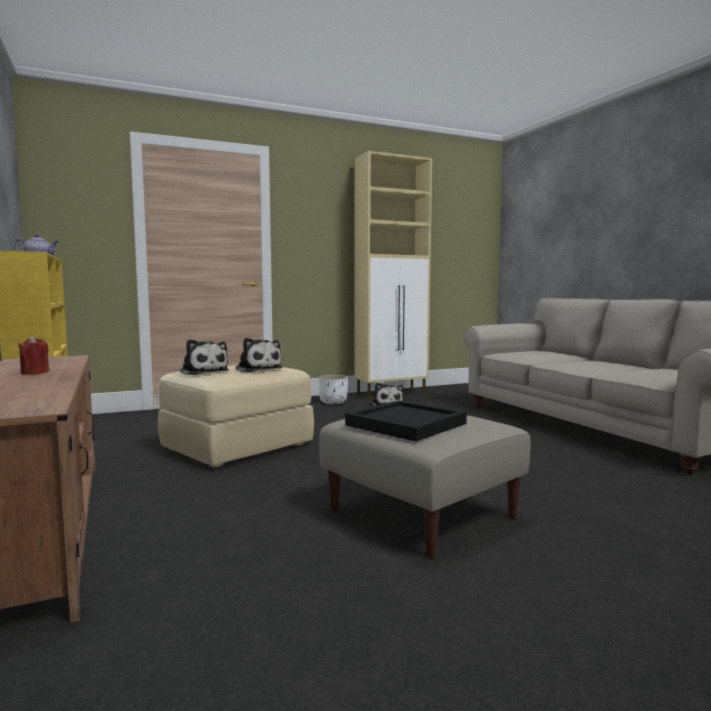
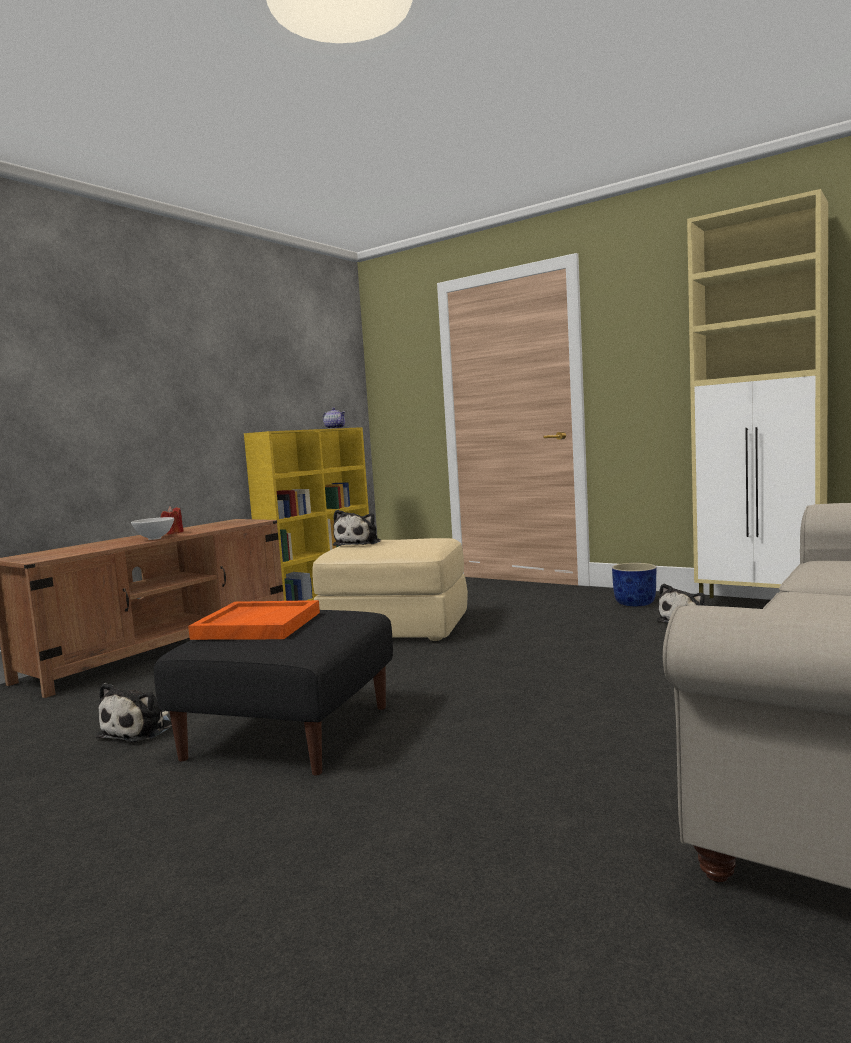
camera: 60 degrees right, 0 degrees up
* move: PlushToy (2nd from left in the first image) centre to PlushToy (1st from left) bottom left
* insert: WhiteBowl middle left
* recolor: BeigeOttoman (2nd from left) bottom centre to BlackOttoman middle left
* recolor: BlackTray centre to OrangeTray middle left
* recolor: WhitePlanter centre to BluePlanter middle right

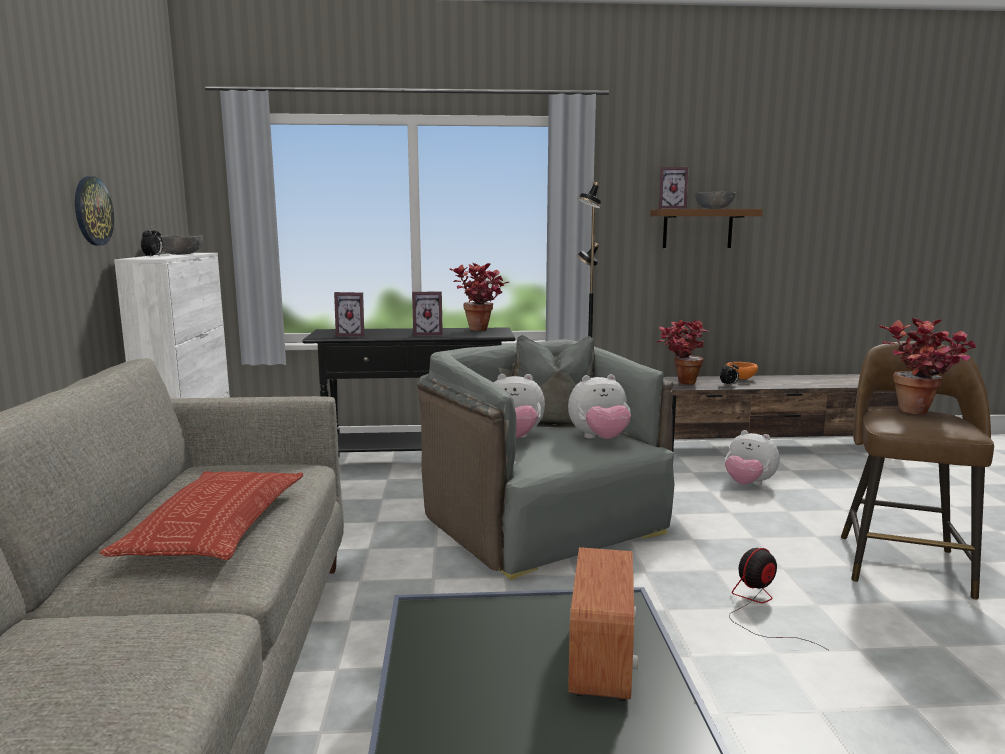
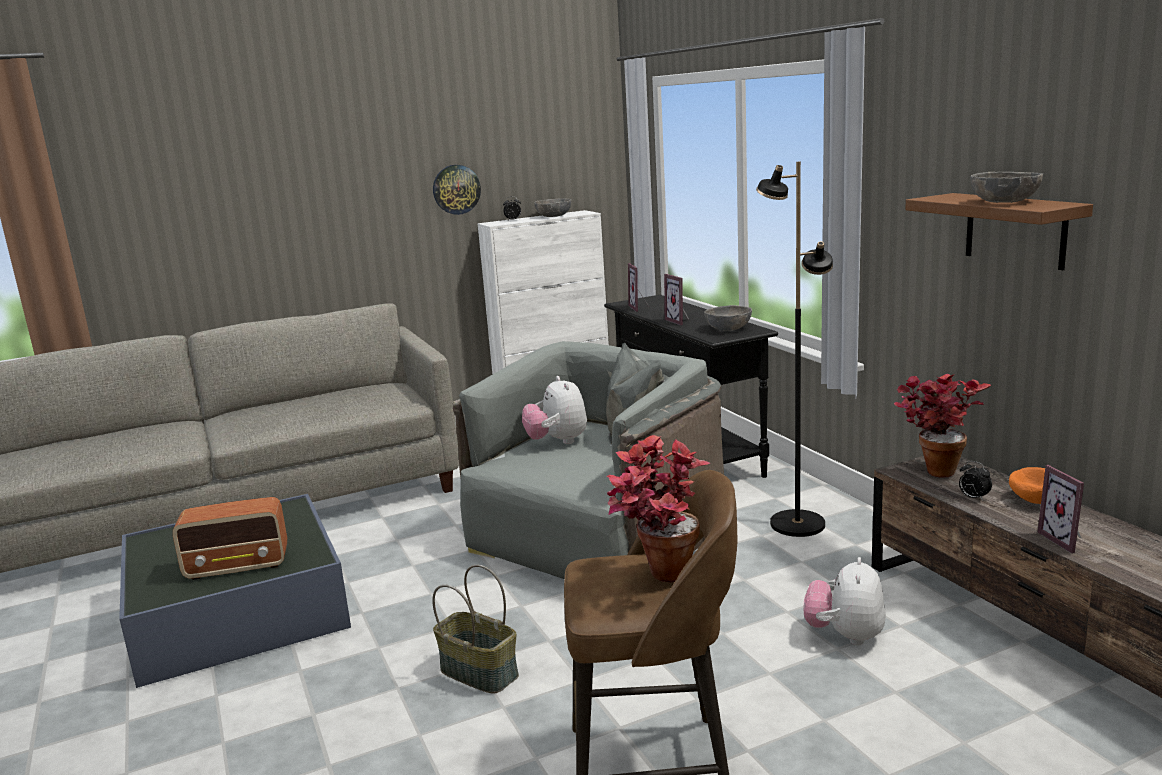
camera: 70 degrees right, 5 degrees up
* replace: Fan bottom right to Basket bottom centre
* replace: PottedPlant (1st from left) centre to GreyBowl (2nd from left) centre
* move: PictureFrame (3rd from left) top right to middle right
* delete: Pillow bottom left
* delete: PlushToy (2nd from left) centre

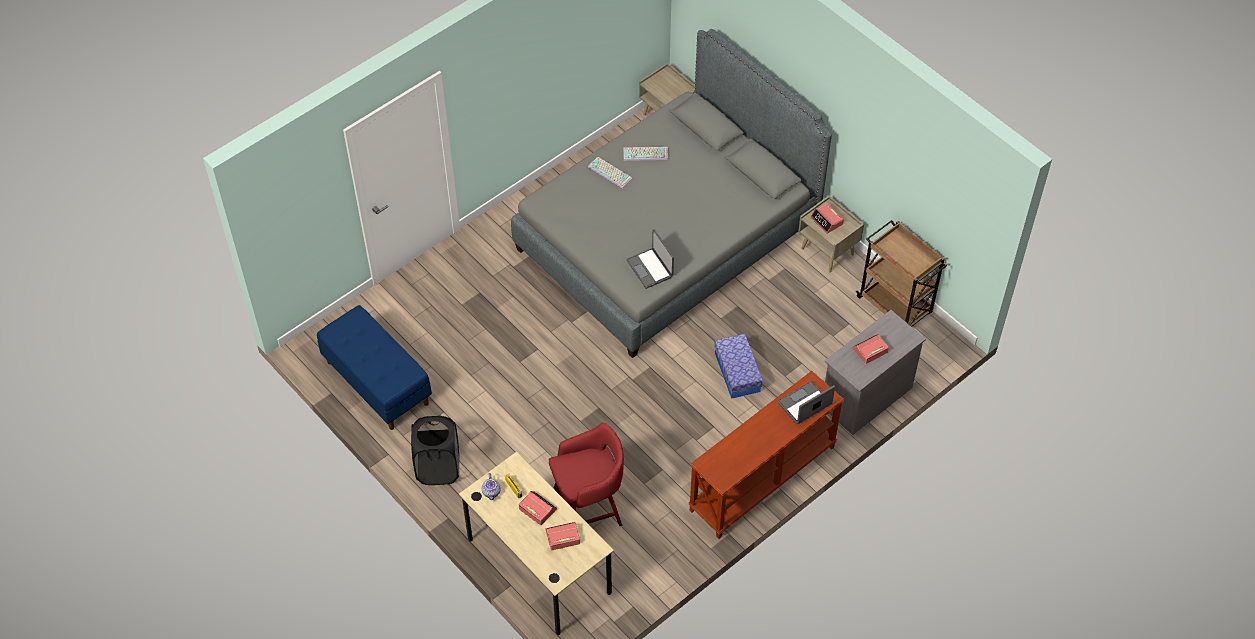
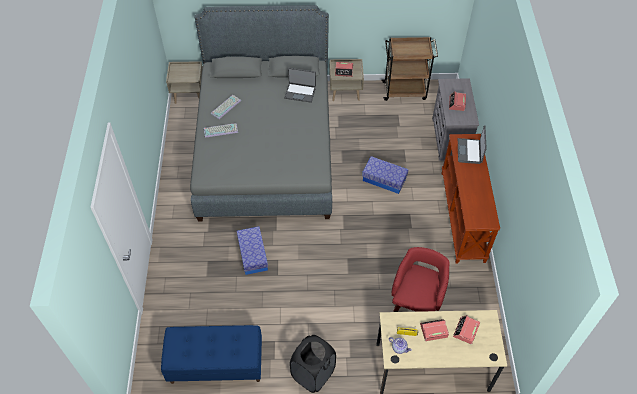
camera: 50 degrees left, 0 degrees up
* insert: StorageBox (1st from left) centre
* move: Laptop (1st from left) centre to top centre

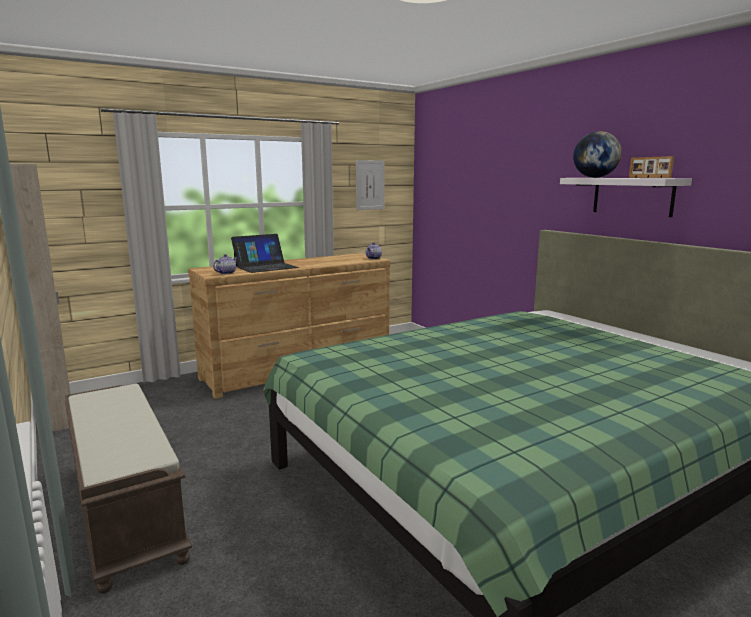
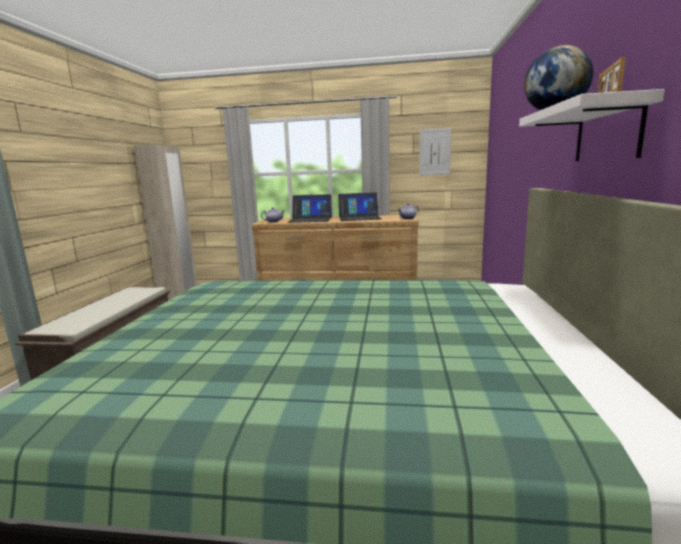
camera: 40 degrees right, 0 degrees up
* insert: Laptop (2nd from left) centre

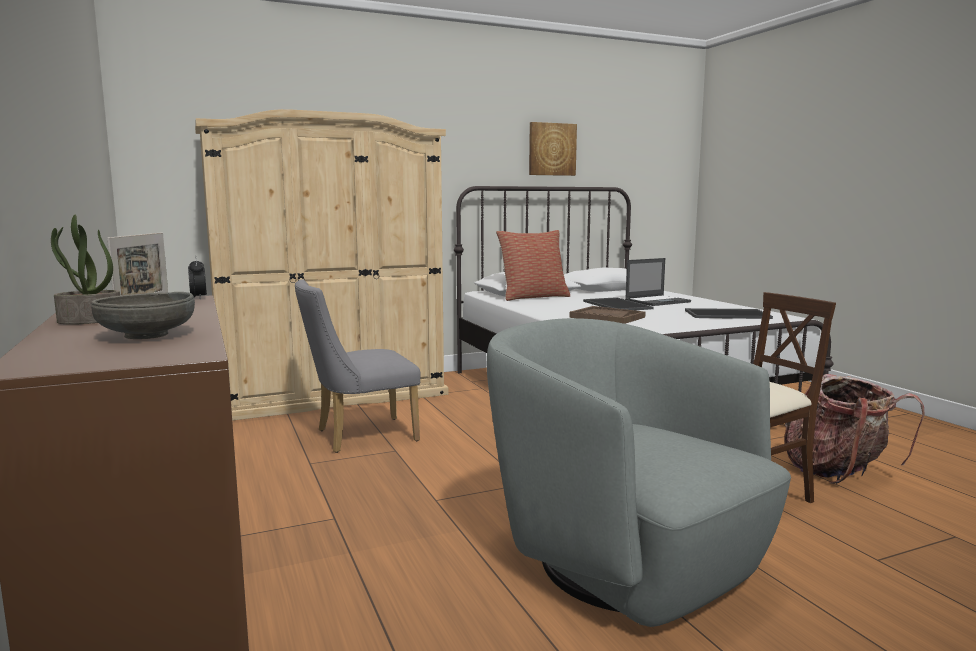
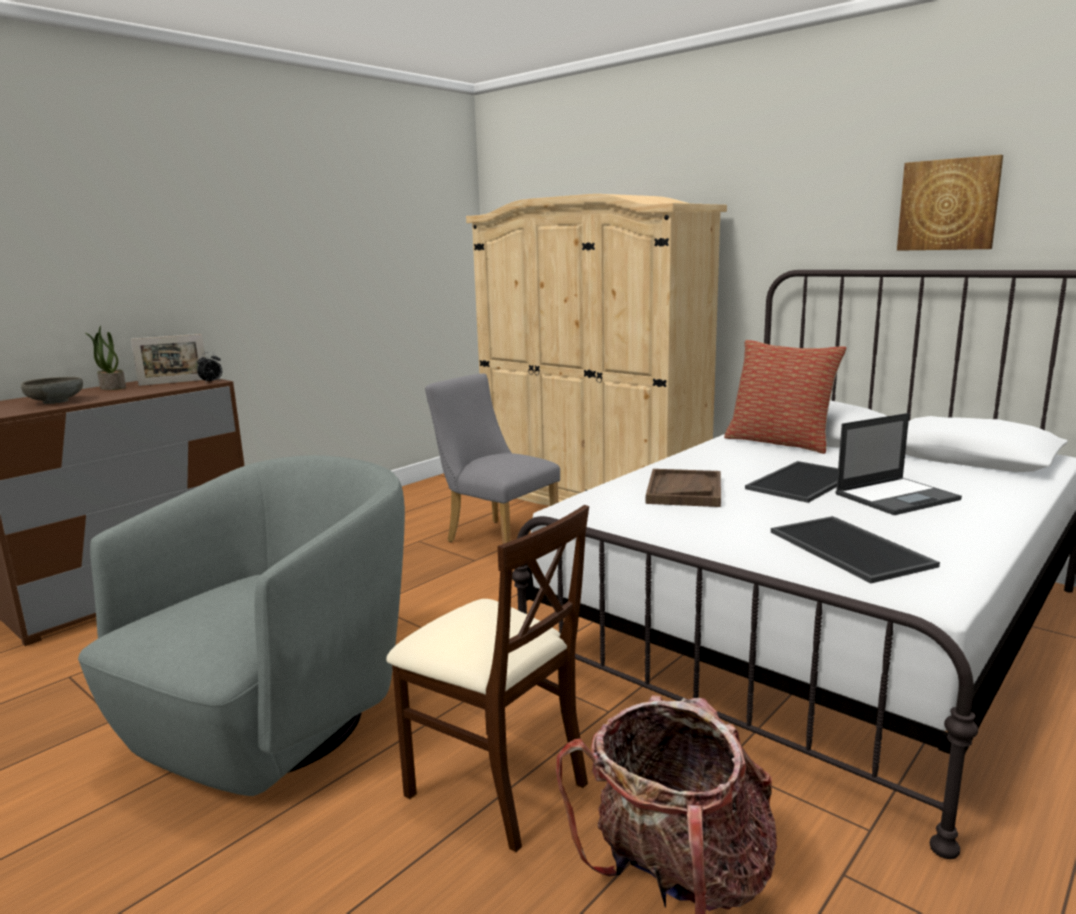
camera: 65 degrees right, 5 degrees up
* rotate: Laptop middle right = middle right 60 degrees counterclockwise

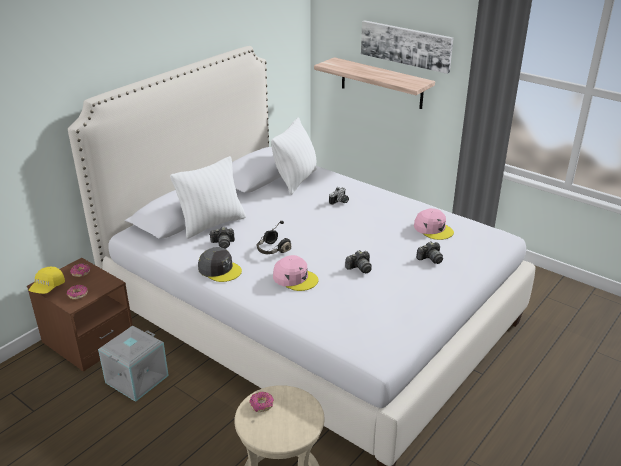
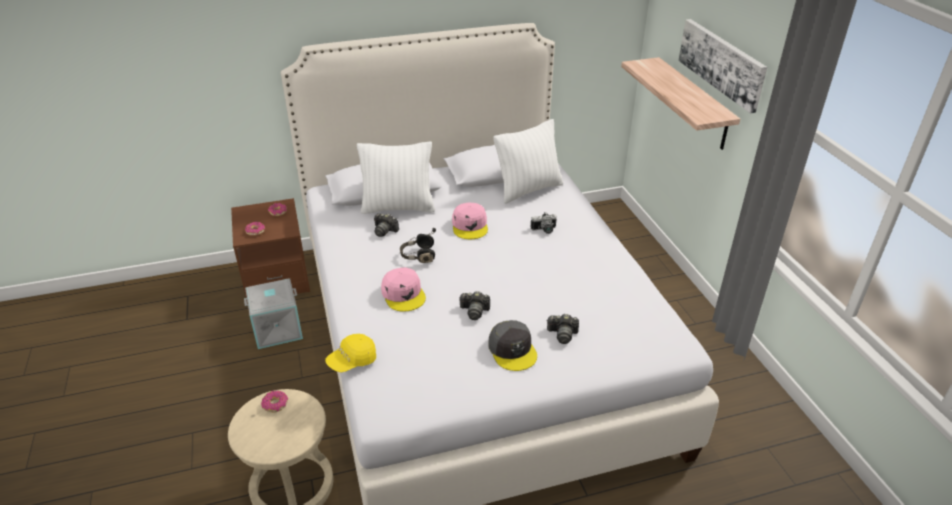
camera: 35 degrees right, 5 degrees up
* move: YellowCap middle left to bottom centre
* move: PinkCap (2nd from left) middle right to centre
* move: GreyCap centre to bottom centre

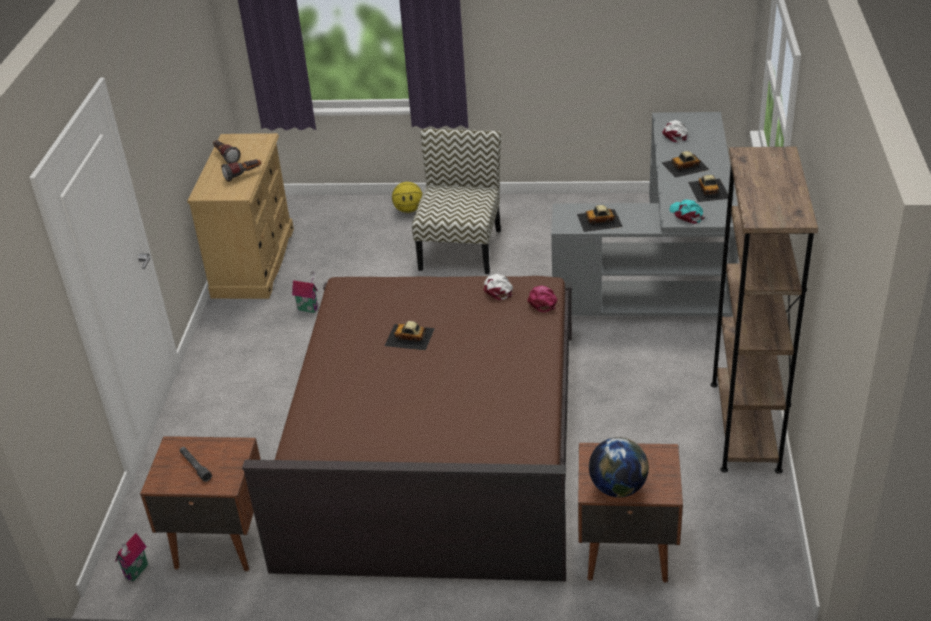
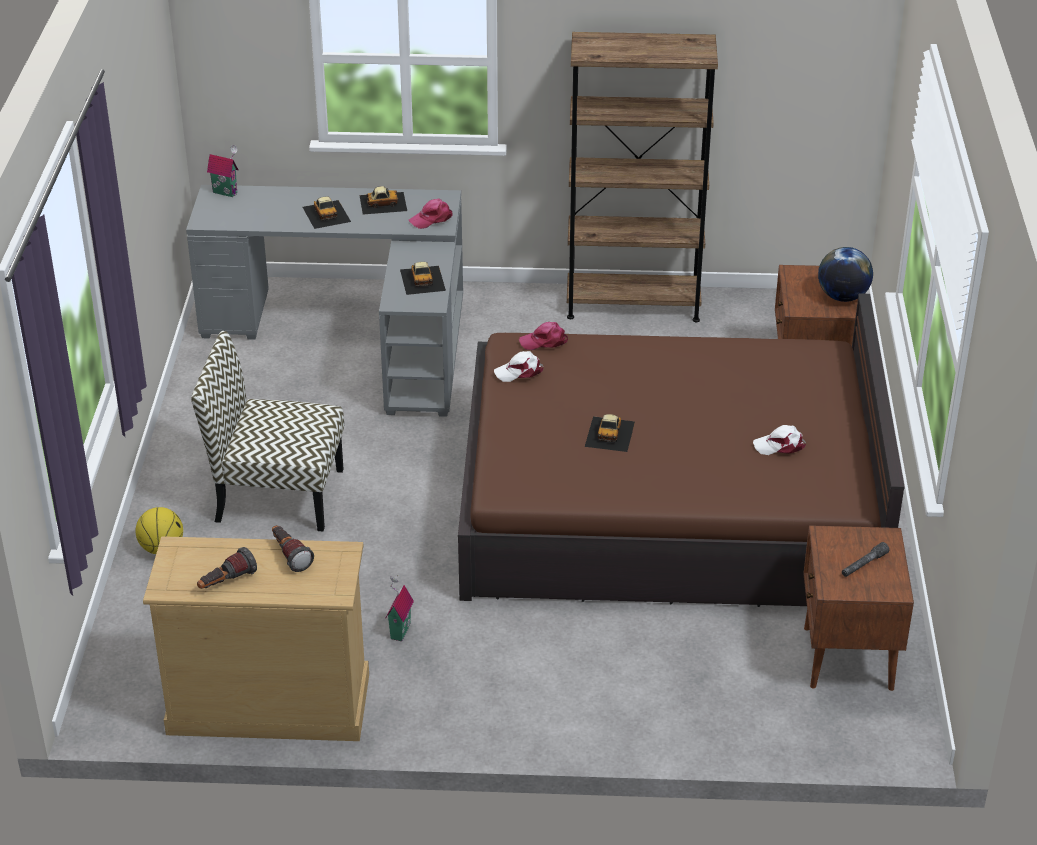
camera: 95 degrees left, 0 degrees up
* move: ToyHouse (1st from left) bottom left to top left
* recolor: TurquoiseCap middle right to PinkCap (1st from left) top centre
* move: WhiteCap (2nd from left) top right to middle right

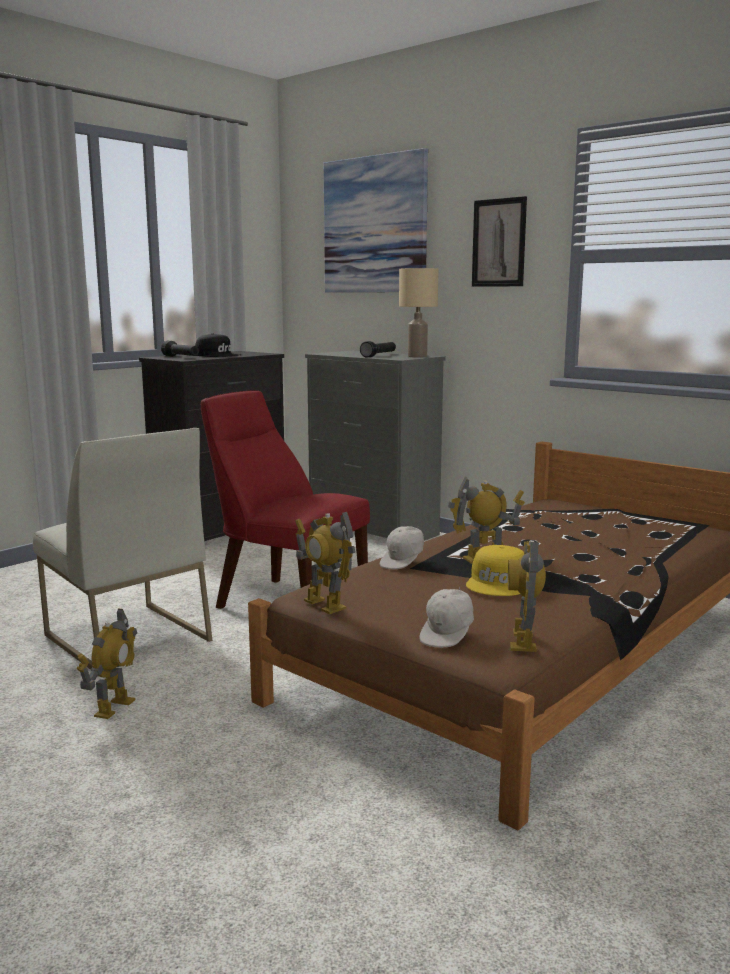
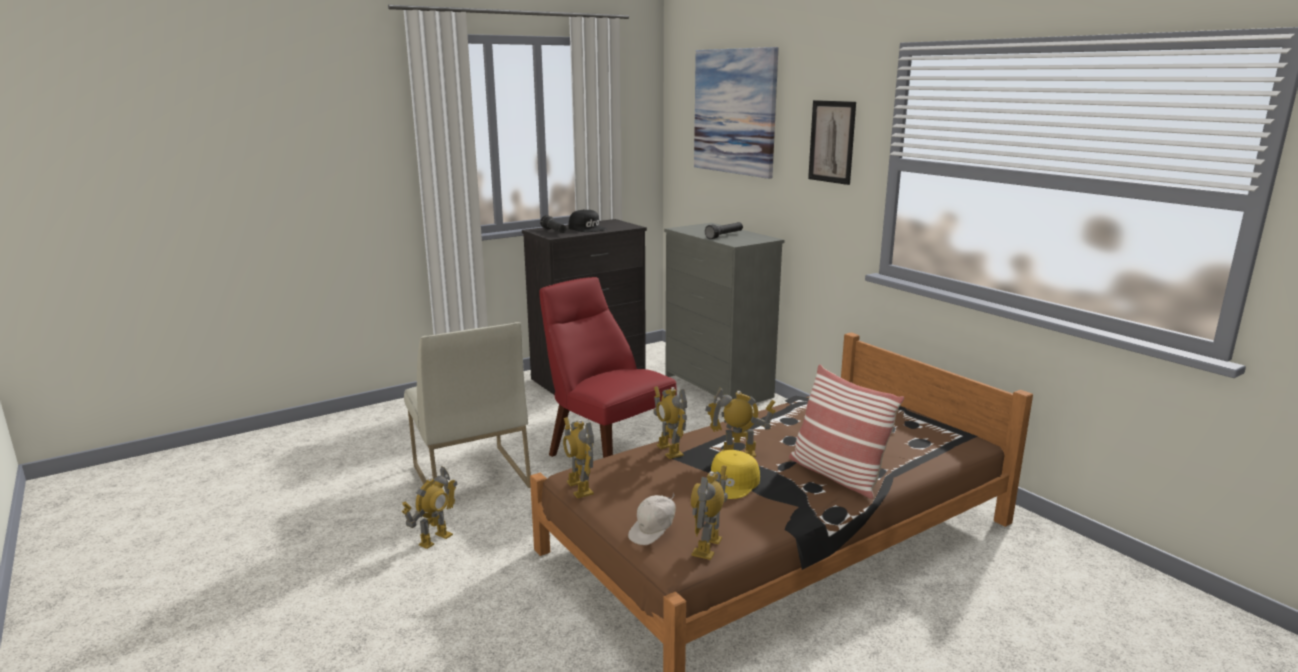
camera: 15 degrees right, 5 degrees up
* replace: WhiteCap (1st from left) centre to ToyRobot (3rd from left) centre
* insert: Pillow centre
* delete: BeigeTableLamp top centre

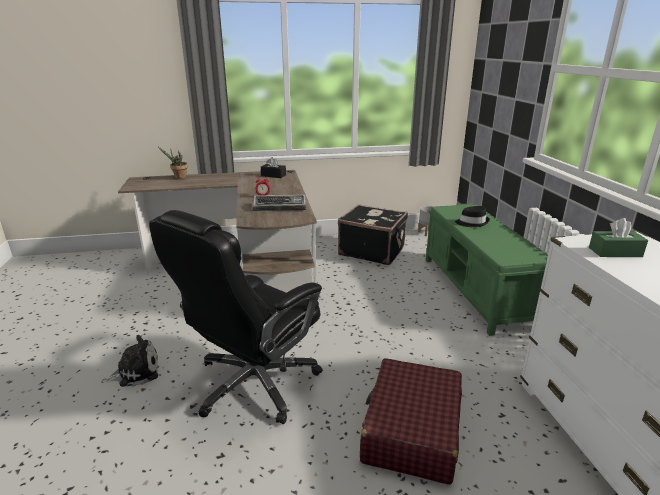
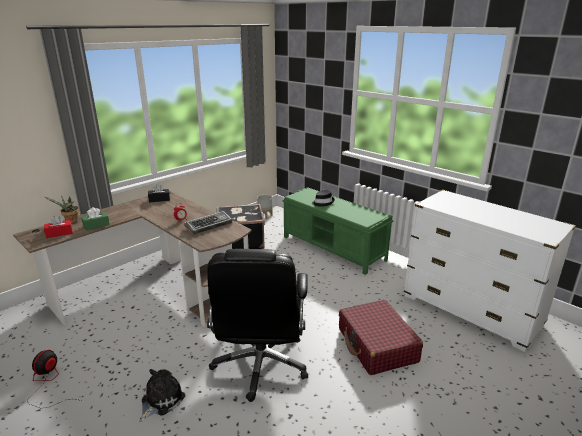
camera: 35 degrees left, 0 degrees up
* insert: Fan bottom left
* insert: RedTissueBox middle left
* move: GreenTissueBox middle right to middle left

